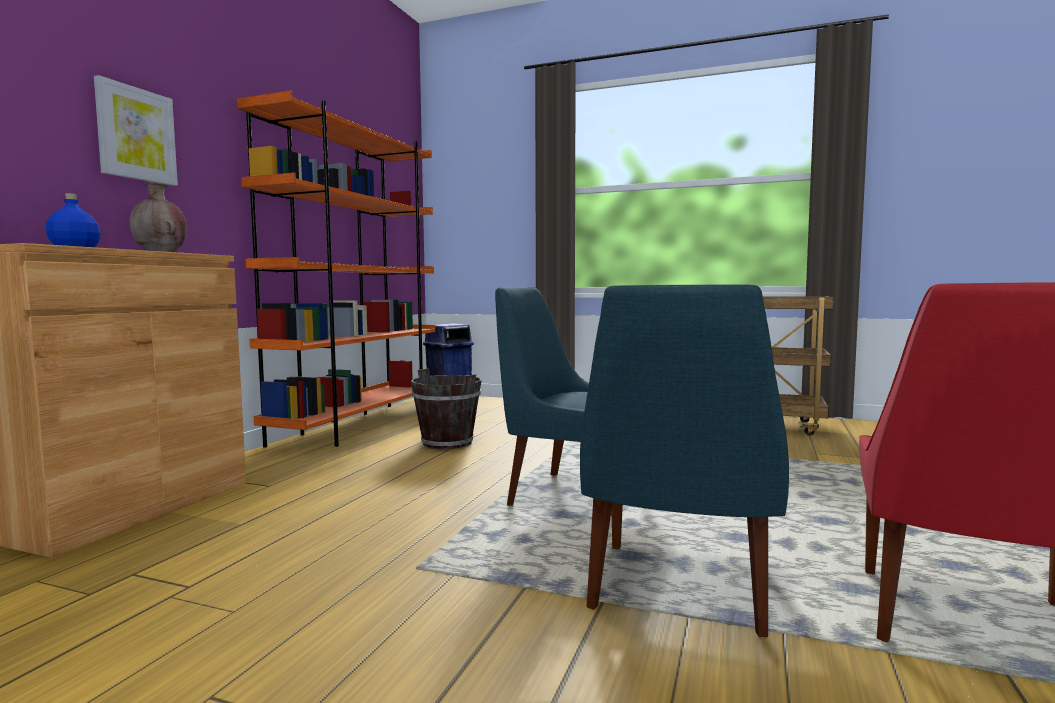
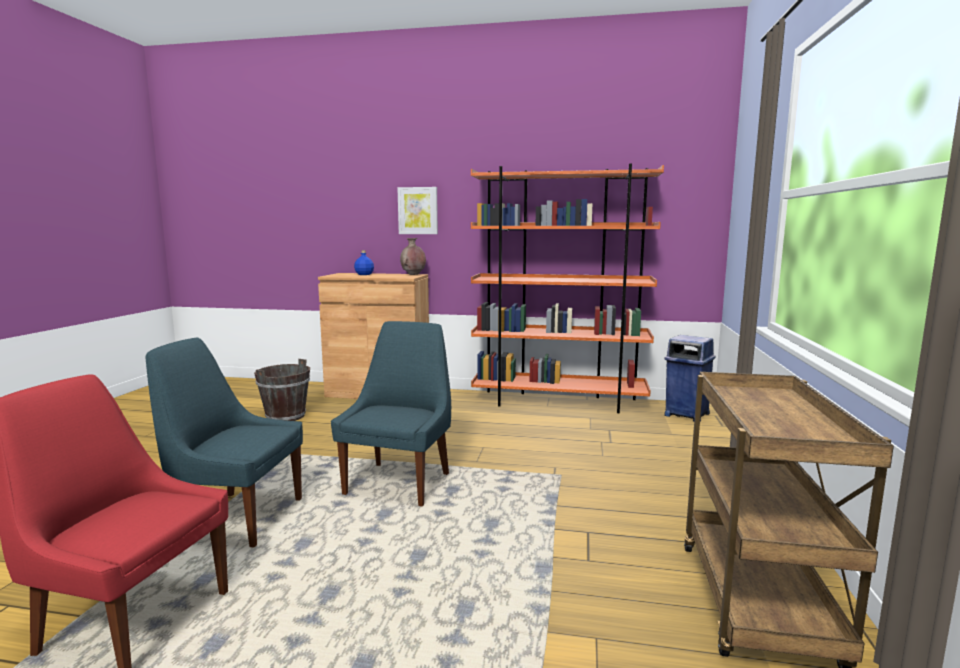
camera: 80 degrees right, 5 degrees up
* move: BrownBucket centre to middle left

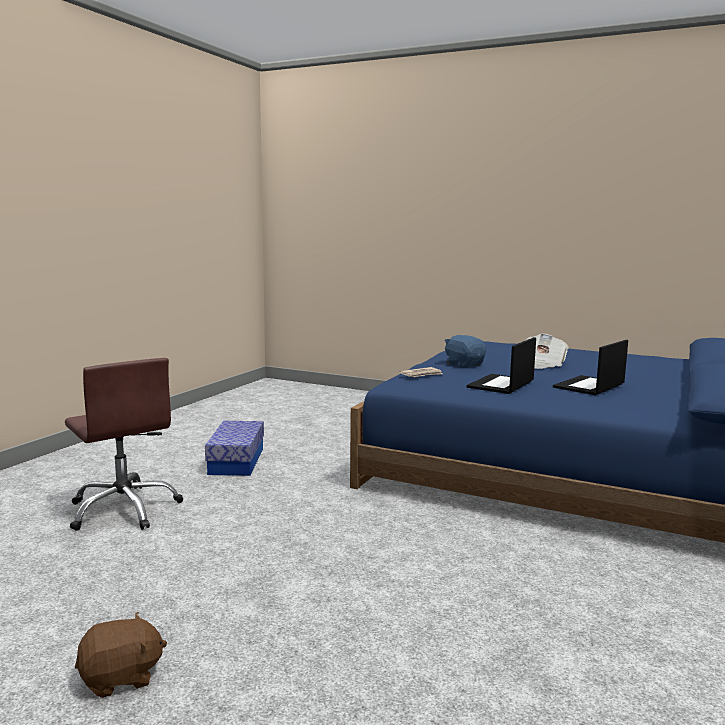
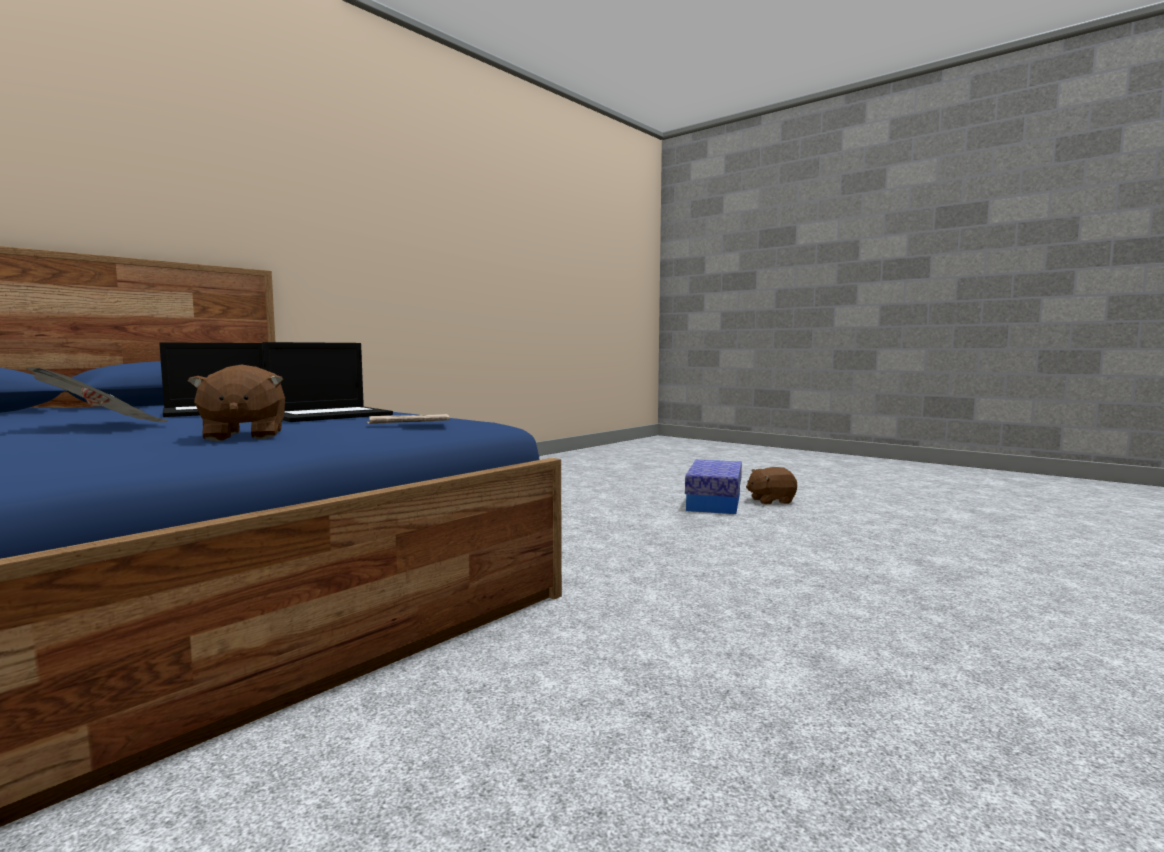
camera: 165 degrees left, 5 degrees down
* recolor: BluePlushToy centre to BrownPlushToy (1st from left) middle left
* move: StorageBox middle left to centre
* delete: BrownOfficeChair middle left

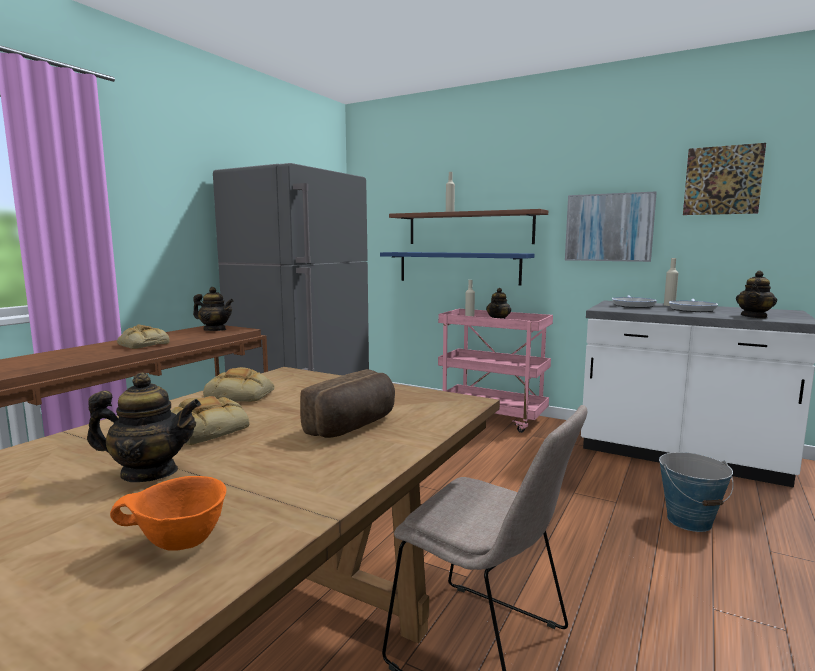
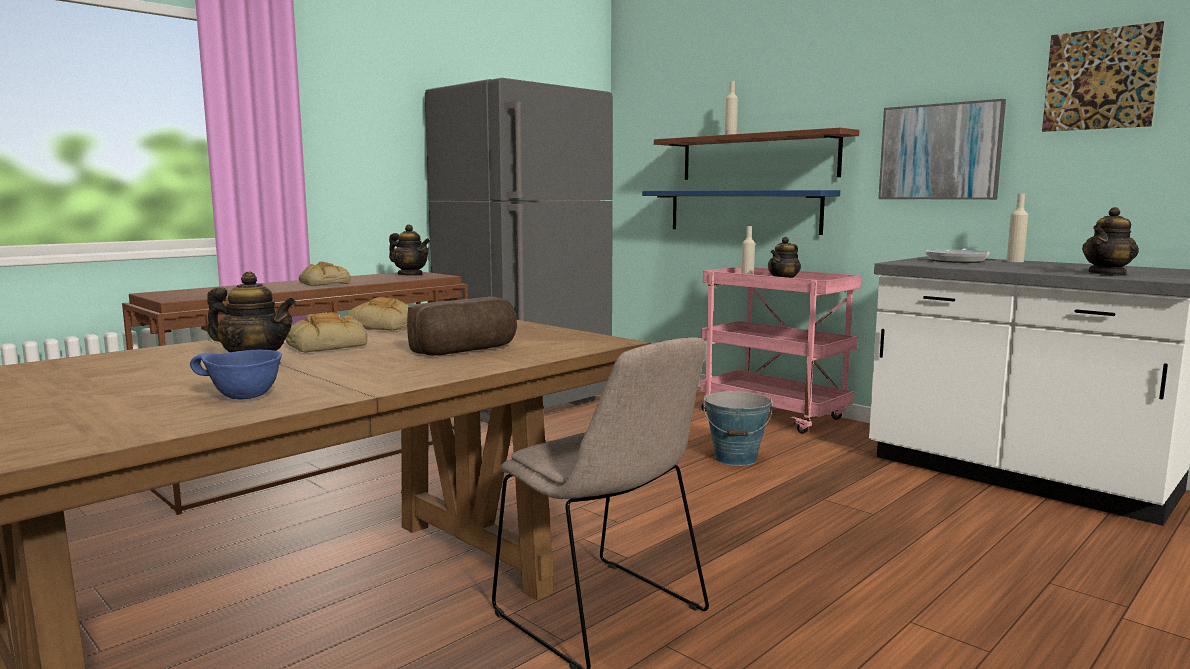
camera: 15 degrees right, 0 degrees up
* recolor: OrangeBowl bottom left to BlueBowl middle left
* move: Bucket bottom right to centre
* delete: FryingPan (2nd from left) middle right

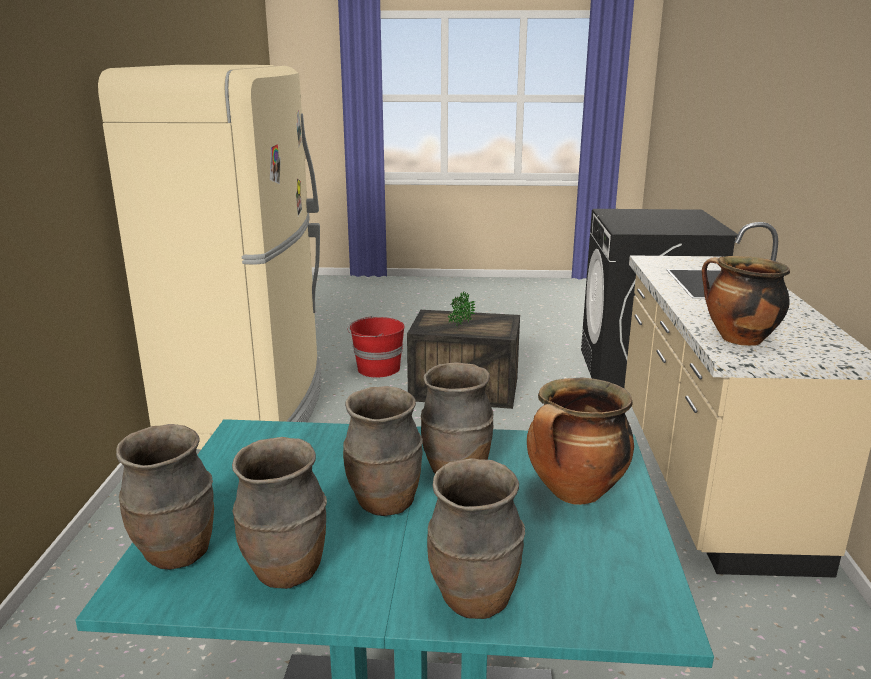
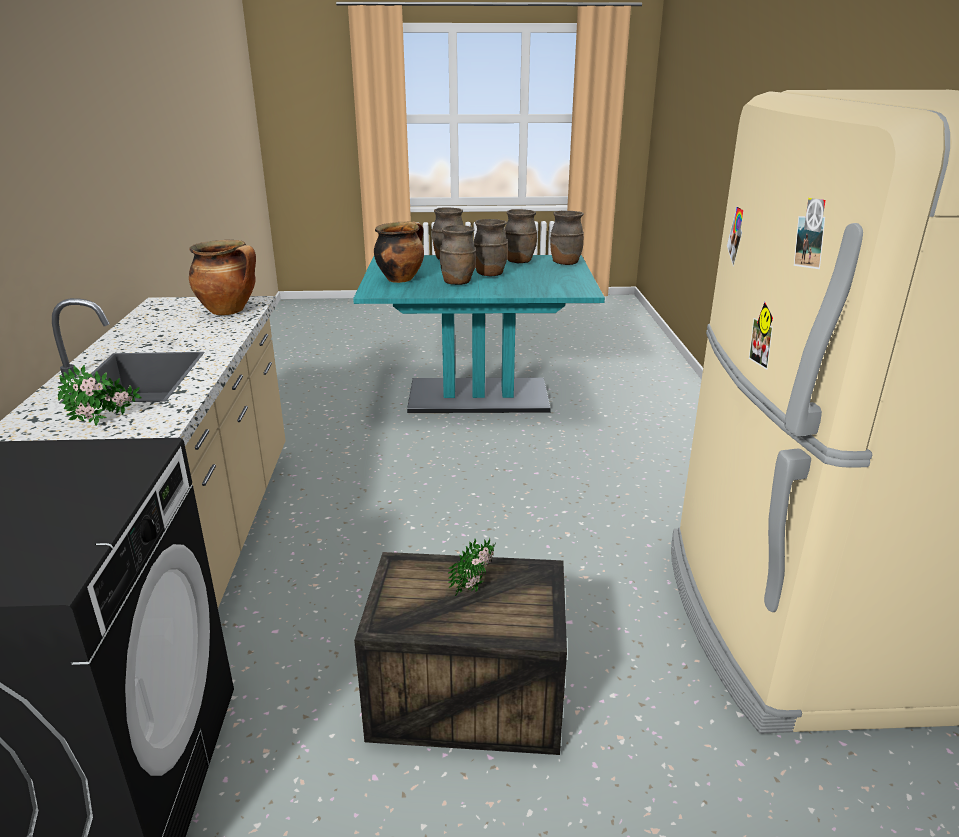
camera: 175 degrees right, 5 degrees up
* insert: PottedPlant (1st from left) middle left
* delete: RedBucket centre

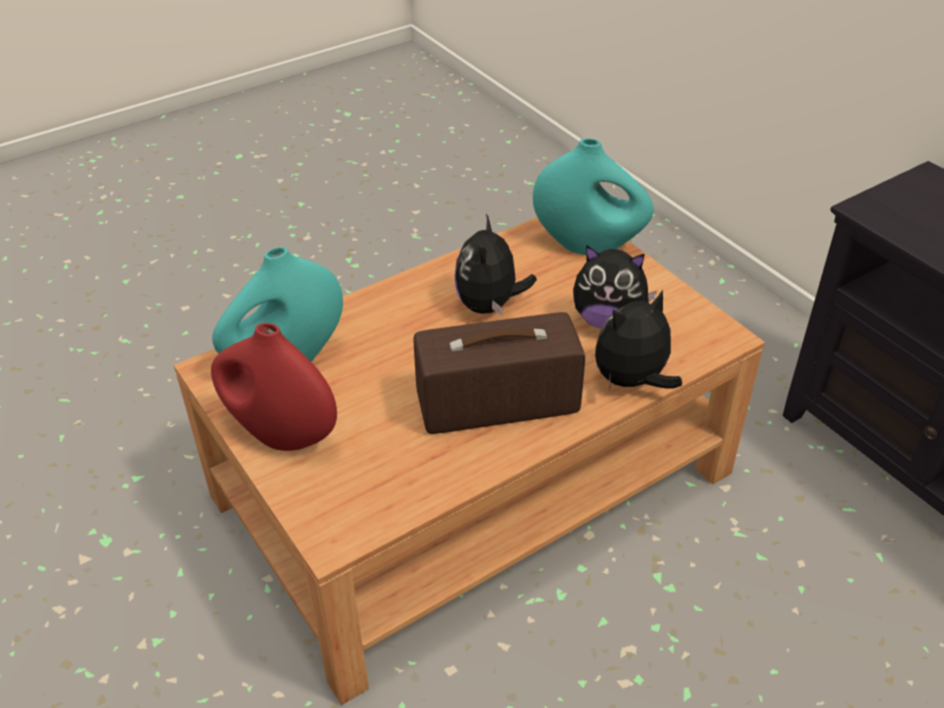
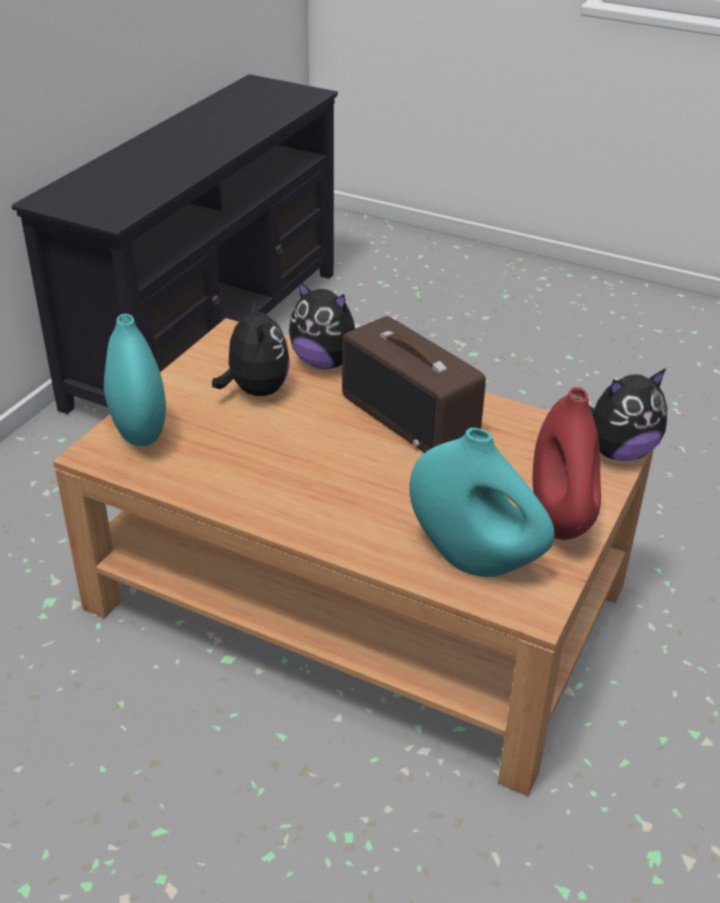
camera: 120 degrees left, 5 degrees down
* move: PlushToy (1st from left in the first image) centre to PlushToy (3rd from left) middle right

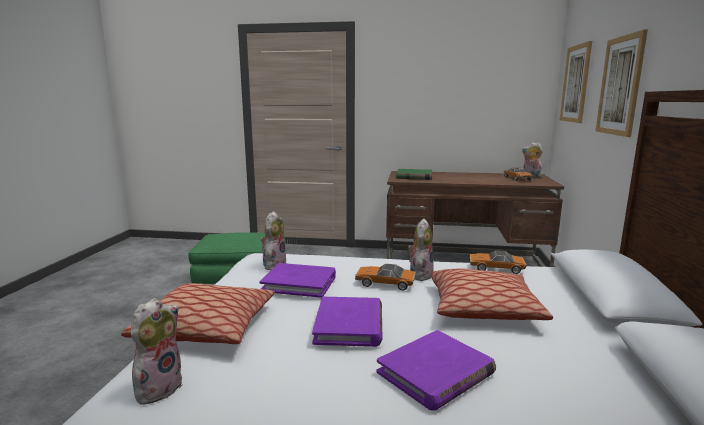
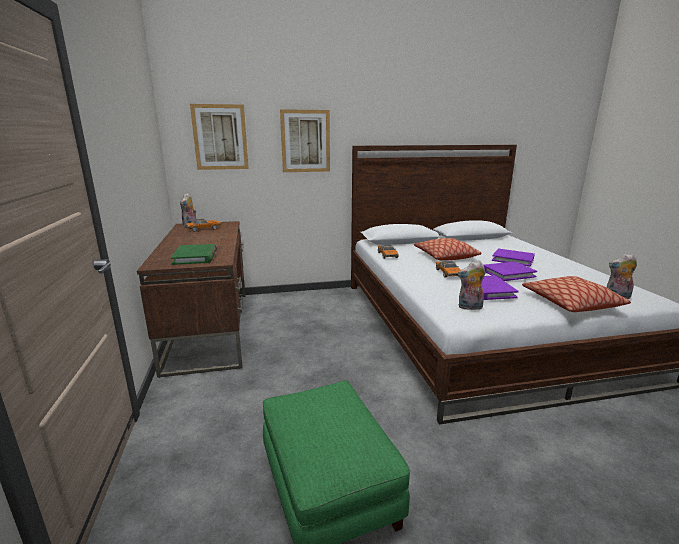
camera: 110 degrees left, 5 degrees up
* delete: PlushToy (3rd from left) centre

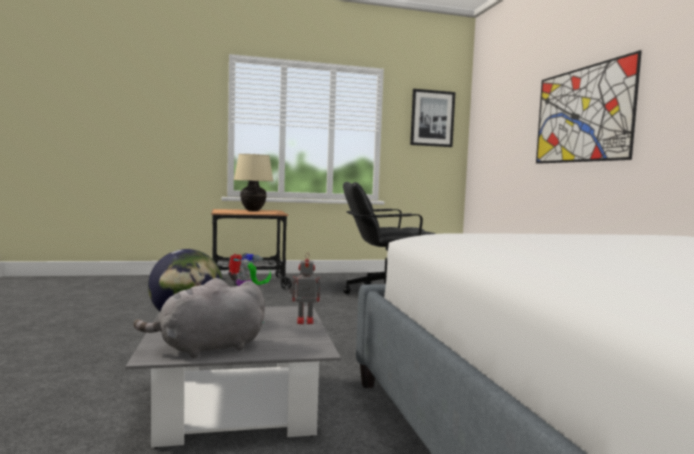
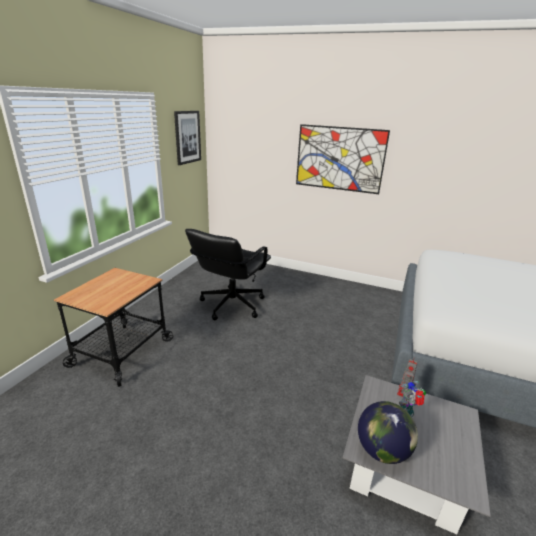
camera: 55 degrees left, 20 degrees up
* delete: GreyPlushToy bottom left
* delete: BeigeTableLamp centre

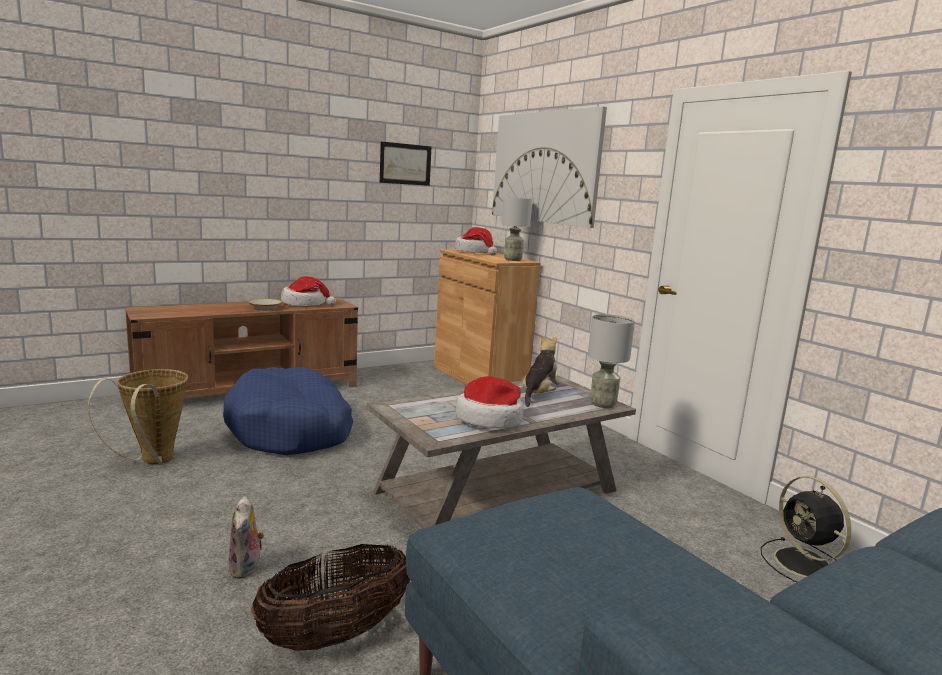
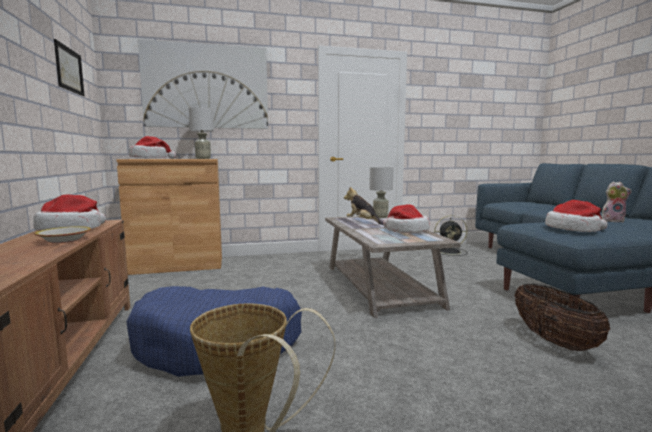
camera: 70 degrees left, 5 degrees down
* insert: Hat (4th from left) middle right
* move: PlushToy (1st from left in the first image) bottom left to PlushToy (2nd from left) middle right

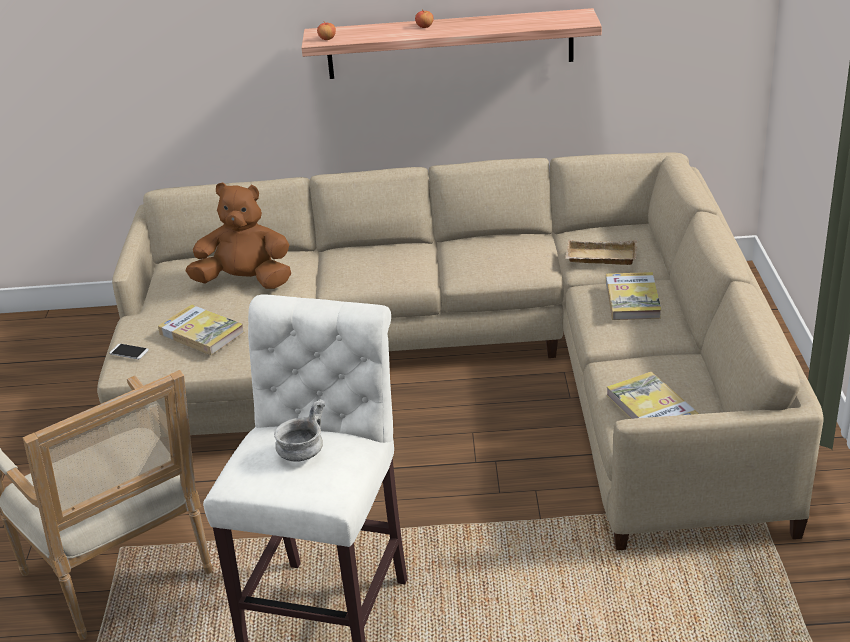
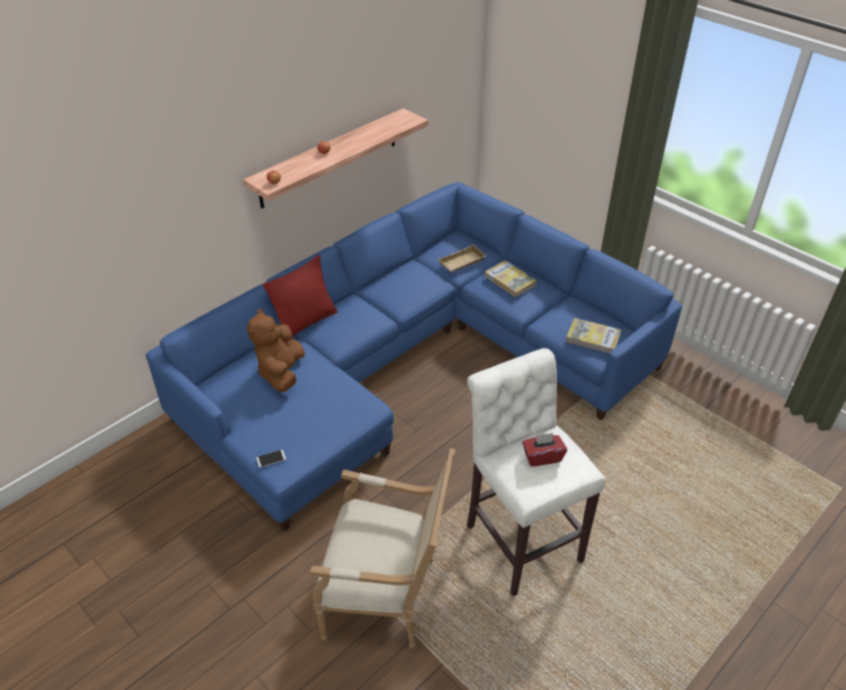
camera: 45 degrees left, 10 degrees up
* recolor: BeigeSofa centre to BlueSofa centre
* rotate: BrownPlushToy middle left = middle left 45 degrees counterclockwise
* insert: RedPillow centre
* replace: GreyBowl bottom centre to RedTissueBox centre
* delete: Book (1st from left) middle left

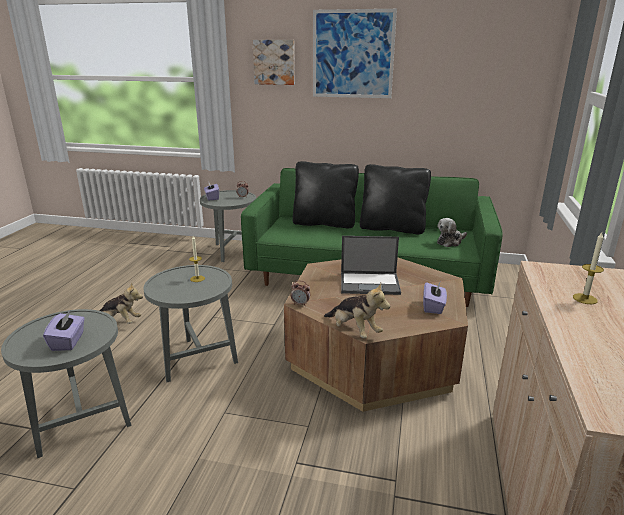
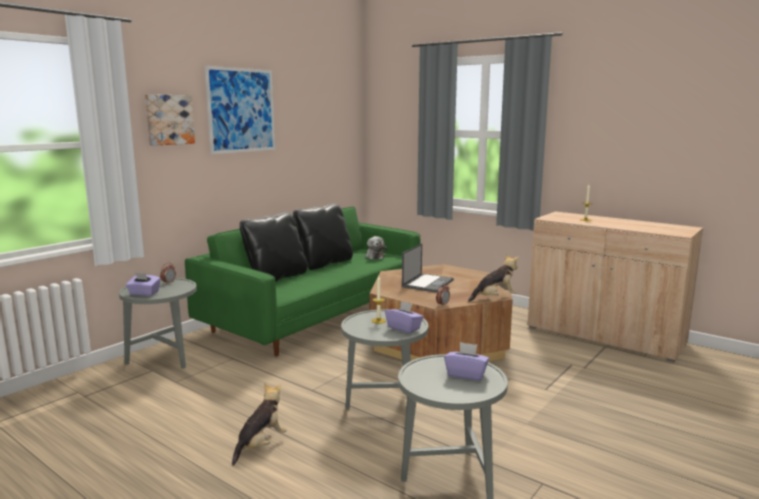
camera: 65 degrees left, 10 degrees down
* move: PurpleTissueBox (3rd from left in the first image) middle right to PurpleTissueBox (2nd from left) centre

